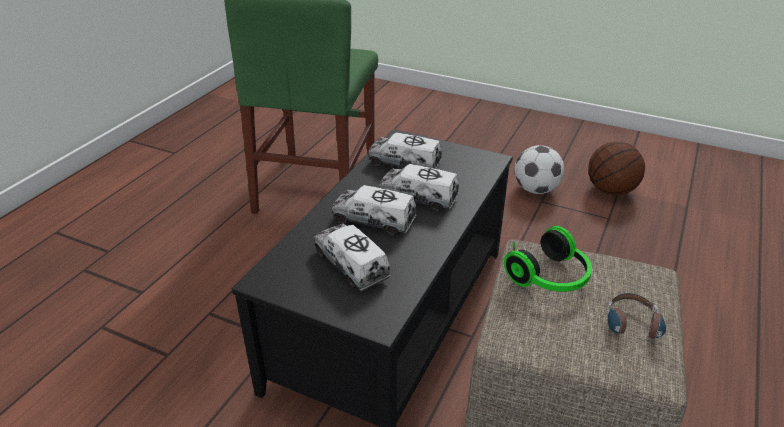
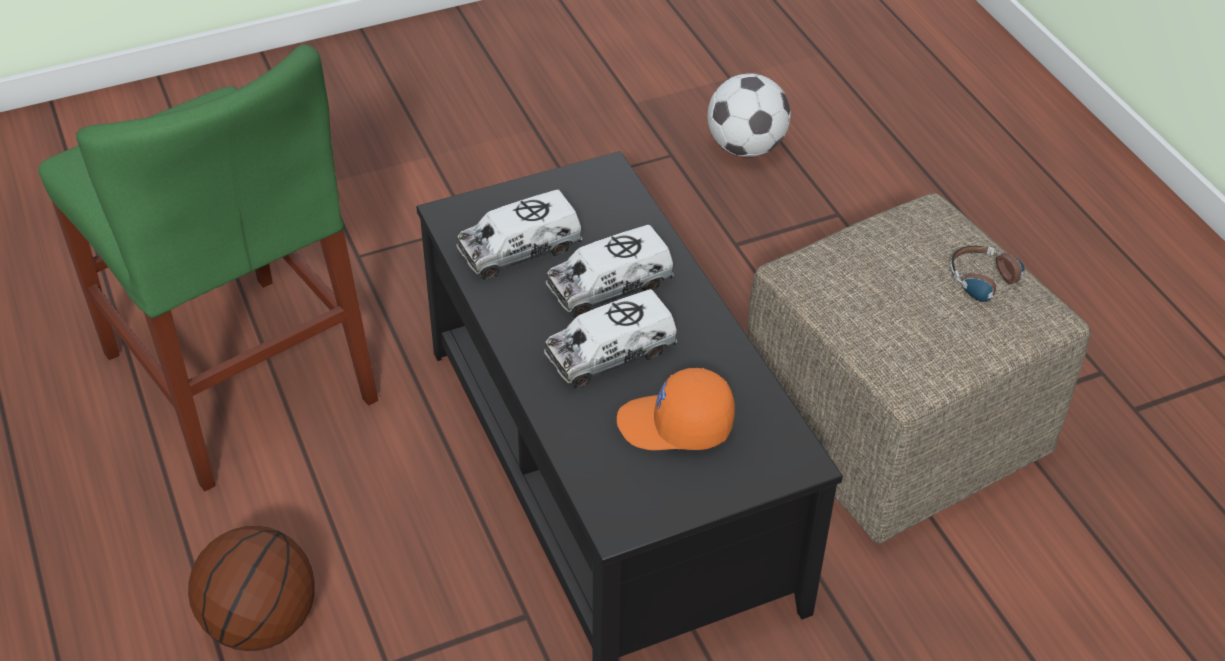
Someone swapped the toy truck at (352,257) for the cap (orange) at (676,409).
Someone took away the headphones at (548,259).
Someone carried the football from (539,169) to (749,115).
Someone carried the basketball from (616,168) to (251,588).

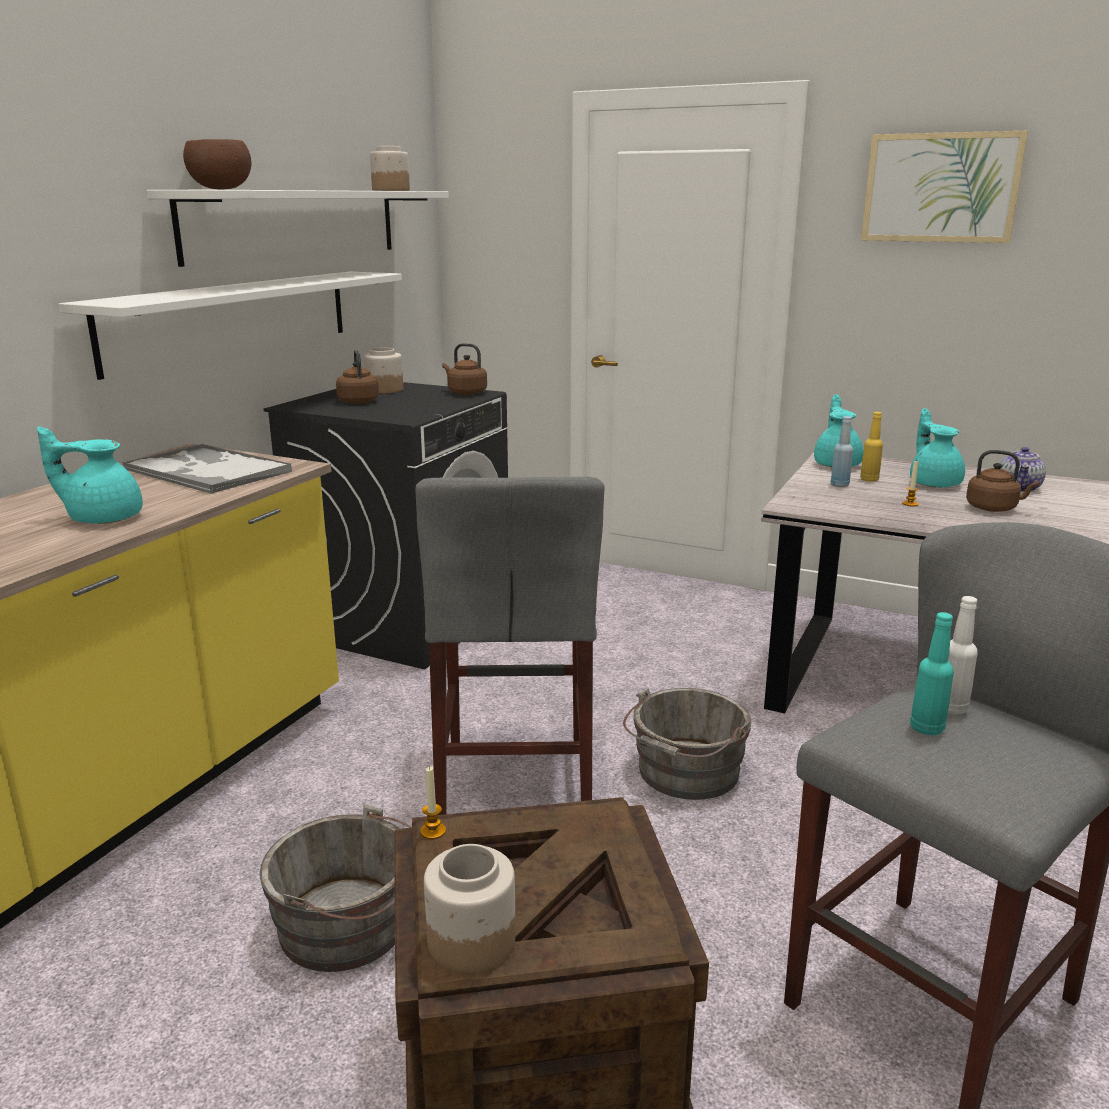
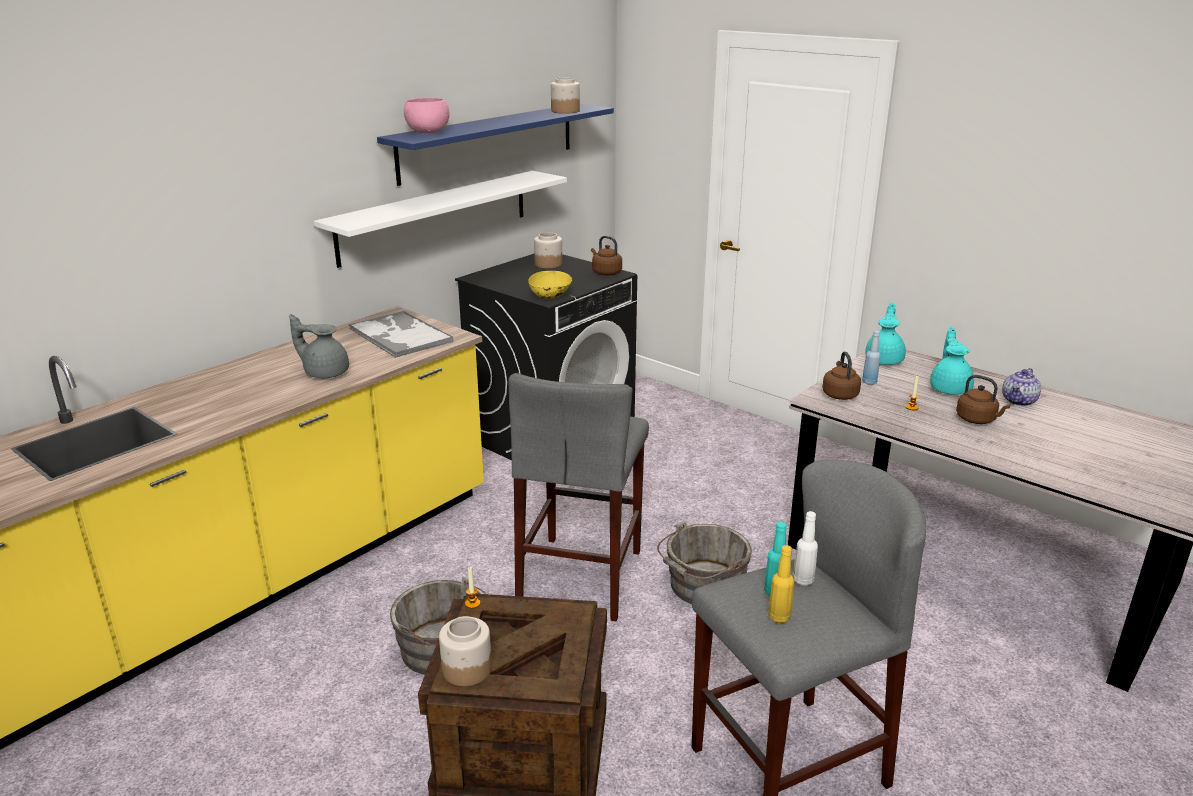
Someone repainted the teapot (turquoise) at (90,475), which became the teapot (grey) at (319,346).
Someone repainted the shelf (white) at (298,228), which became the shelf (blue) at (495,145).
Someone repainted the bowl (brown) at (217,164), which became the bowl (pink) at (427,115).
Someone carried the kettle (brown) from (357,377) to (842,375).
Someone carried the bottle (yellow) from (871,447) to (781,584).
Someone took away the picture at (944,187).
Someone put down the bowl (yellow) at (550,284).

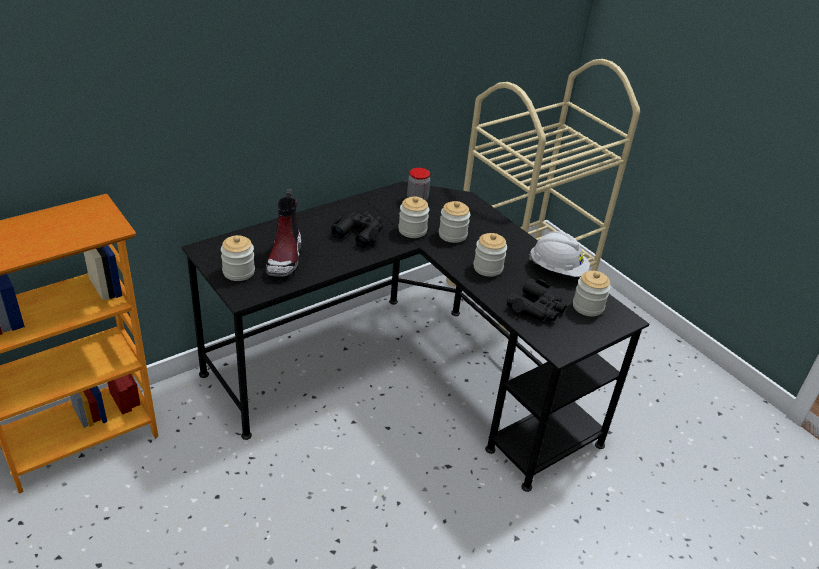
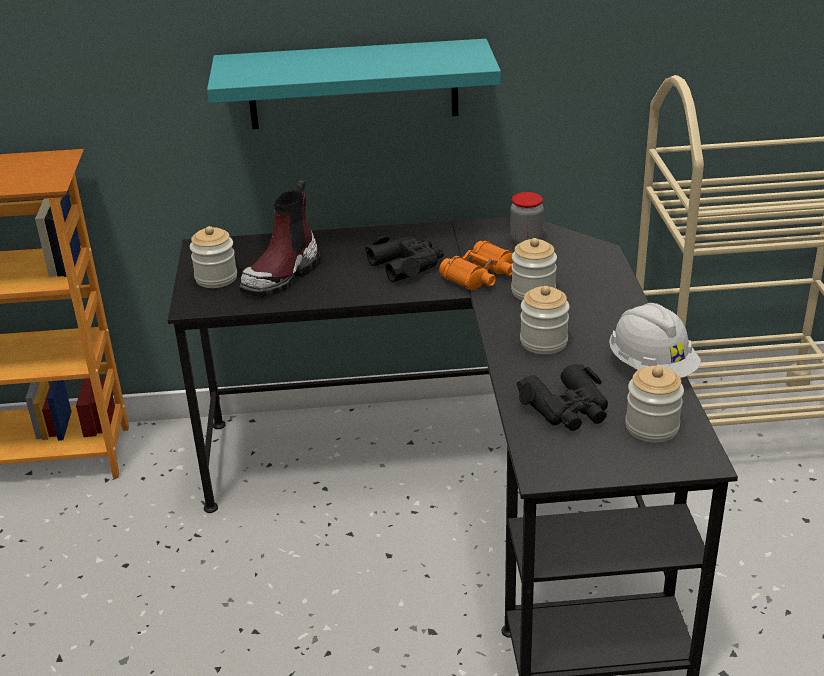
Someone swapped the jar at (413,217) for the binoculars (orange) at (476,265).
Someone put up the shelf (turquoise) at (354,84).

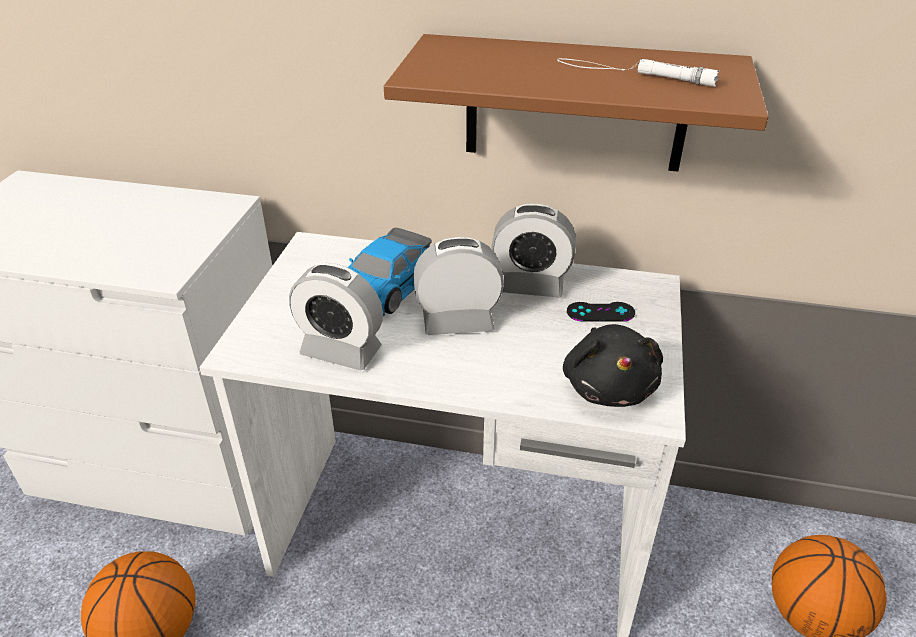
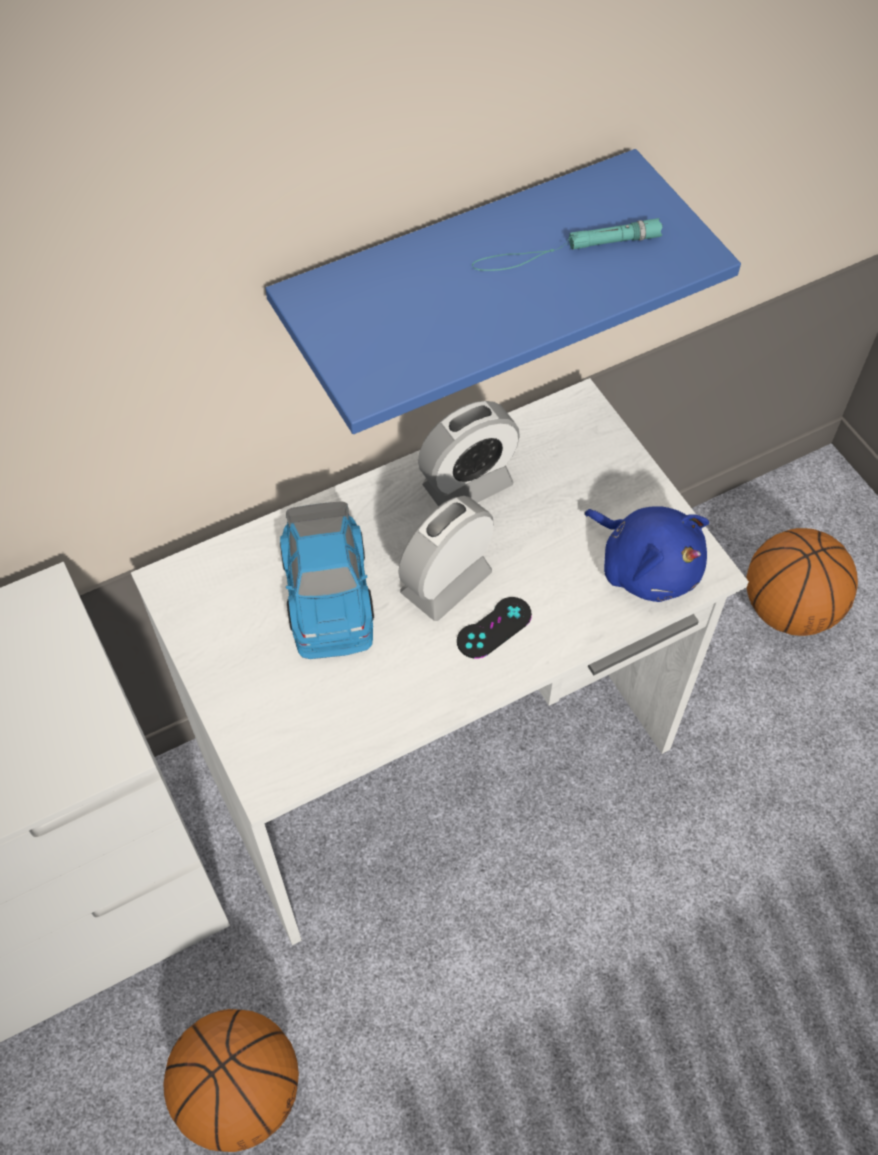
Someone took away the alarm clock at (336,316).
Someone repainted the shelf (brown) at (576,103), which became the shelf (blue) at (503,291).
Someone repainted the flashlight (white) at (638,72), which became the flashlight (turquoise) at (567,244).
Someone repainted the plush toy (black) at (613,365), which became the plush toy (blue) at (646,554).
Someone carried the game controller (black) from (601,312) to (494,628).

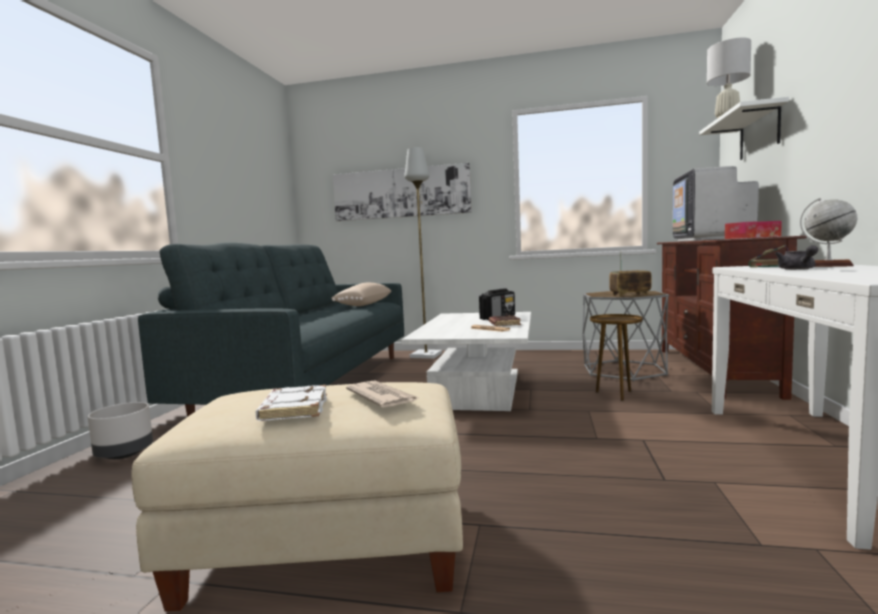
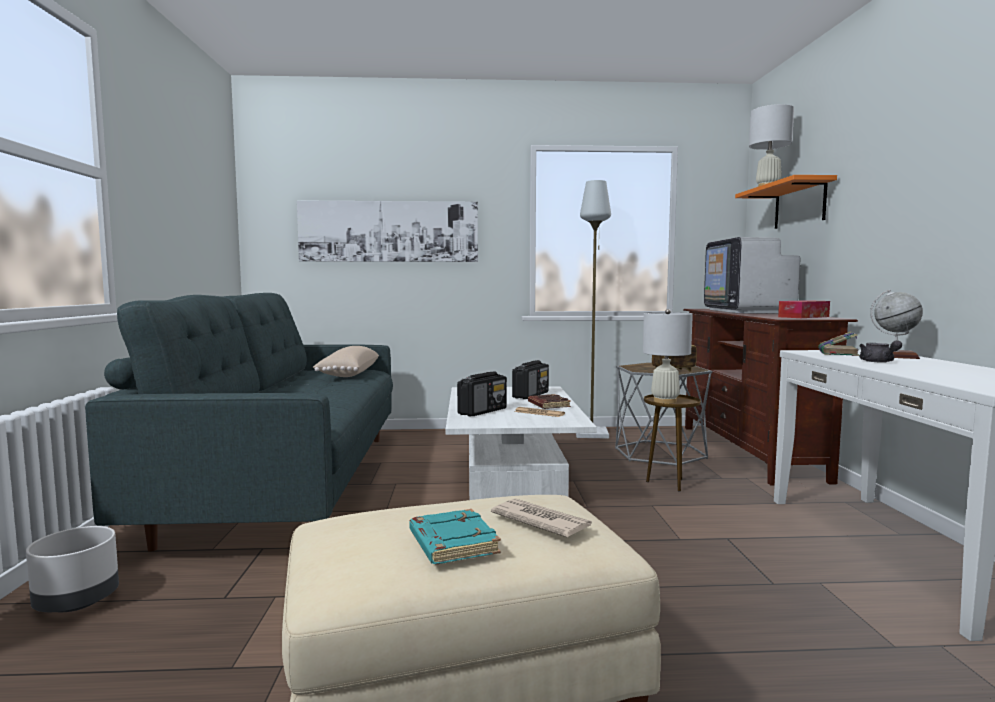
Someone repainted the book (white) at (291,403), which became the book (turquoise) at (455,536).
Someone carried the floor lamp (grey) from (423,253) to (593,309).
Someone repainted the shelf (white) at (744,128), which became the shelf (orange) at (786,202).
Someone put down the radio at (482,394).
Someone put down the table lamp (white) at (668,356).

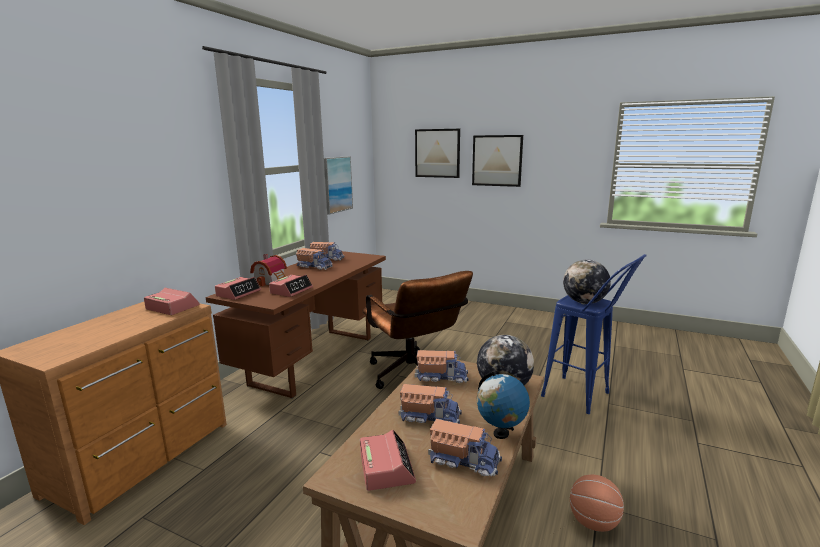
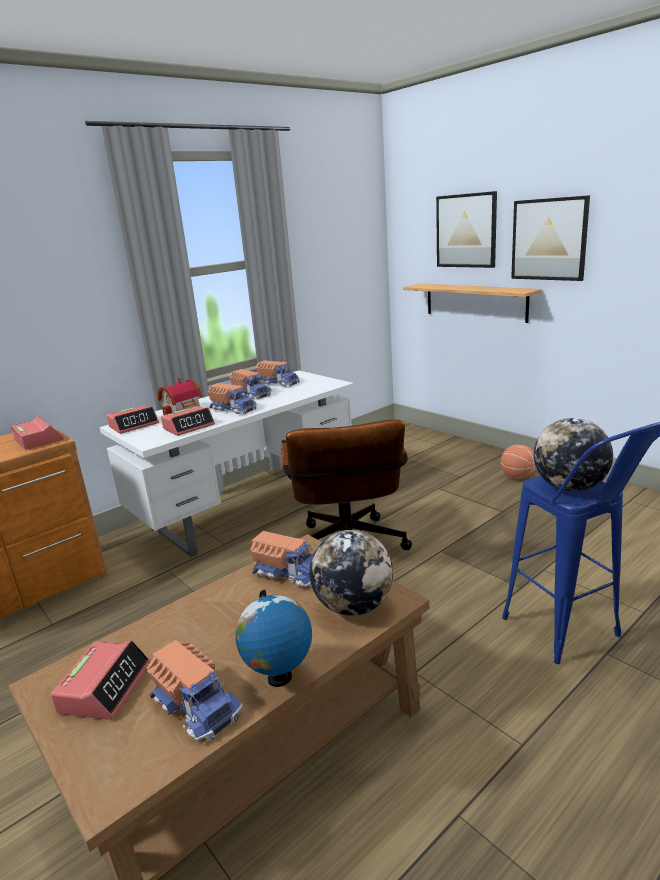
Someone repainted the desk (brown) at (296,325), which became the desk (white) at (226,463).
Someone took away the picture at (338,185).
Someone carried the toy truck from (430,404) to (232,399).
Someone carried the basketball from (597,503) to (518,462).
Someone put up the shelf at (472,303).

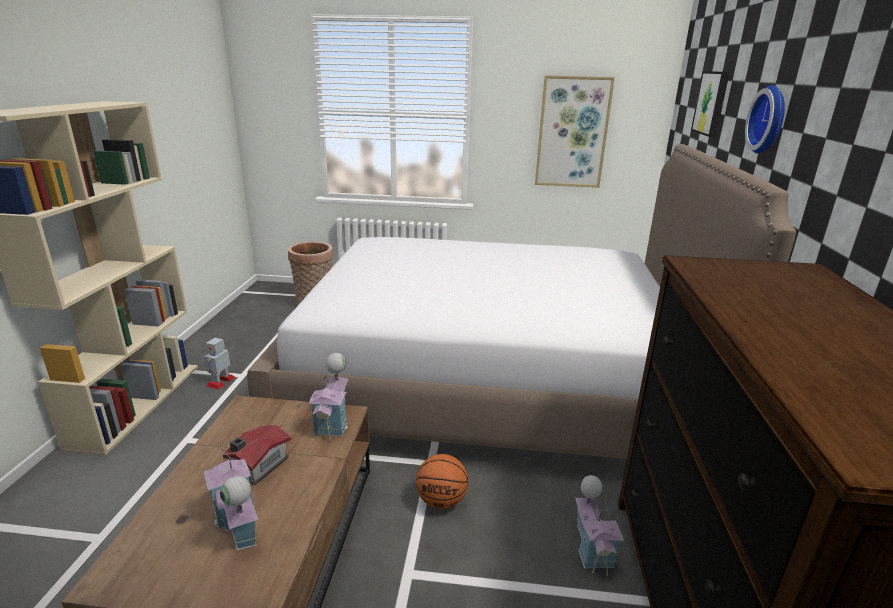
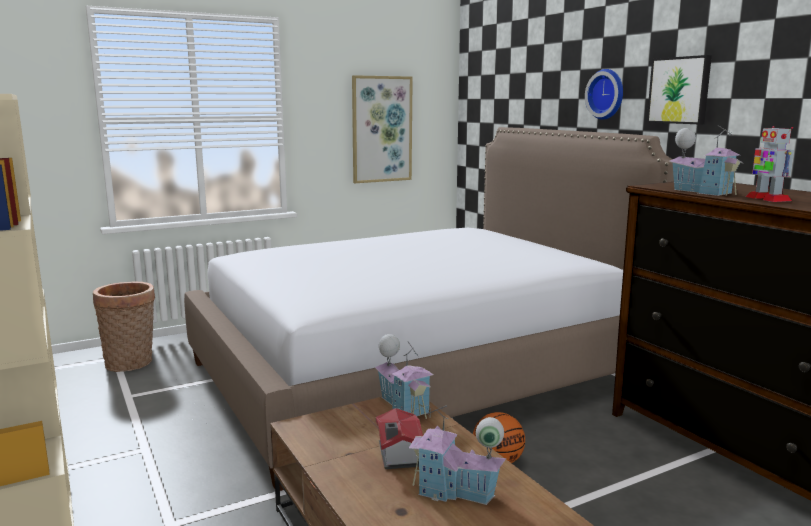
Someone carried the toy robot from (219,363) to (770,164).
Someone carried the toy house from (599,525) to (707,160).
Someone carried the picture from (710,104) to (679,89).

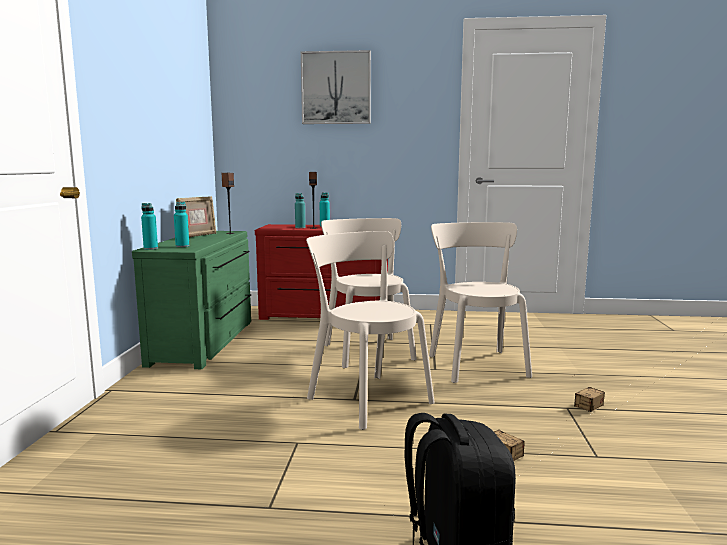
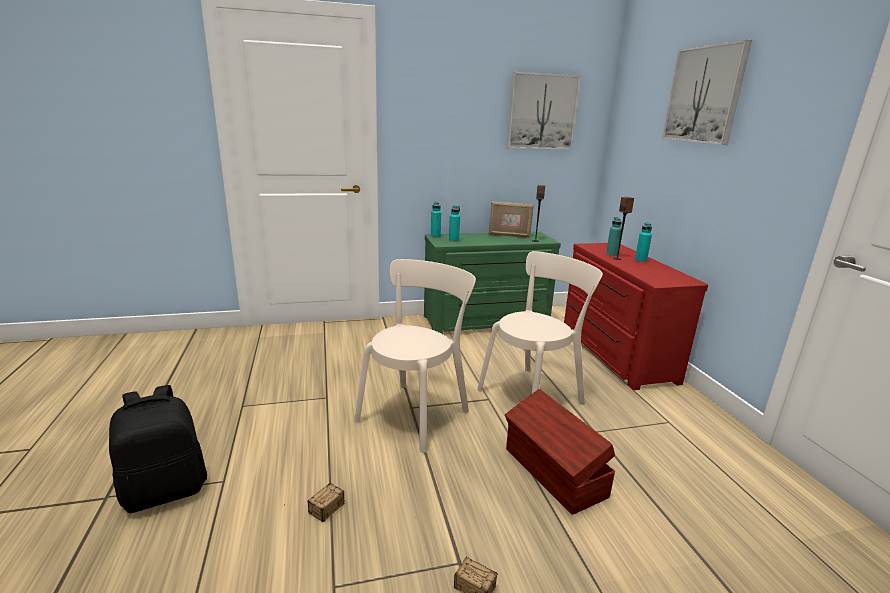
Someone swapped the chair (beige) at (480,302) for the storage box (brown) at (560,452).
Someone put up the picture at (544,111).

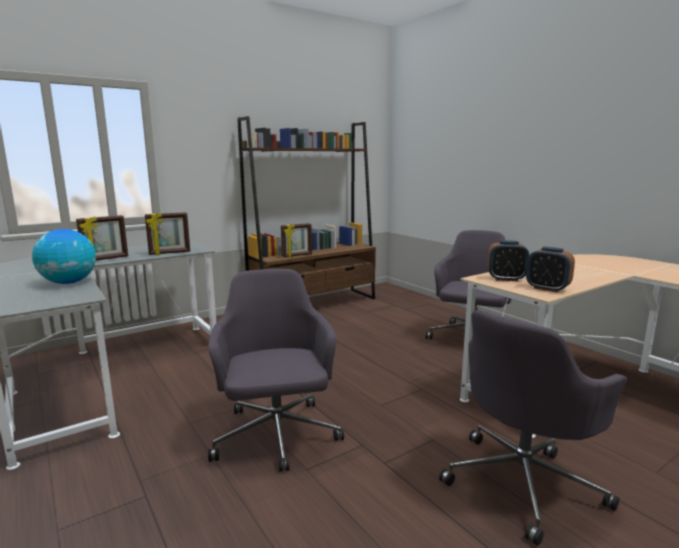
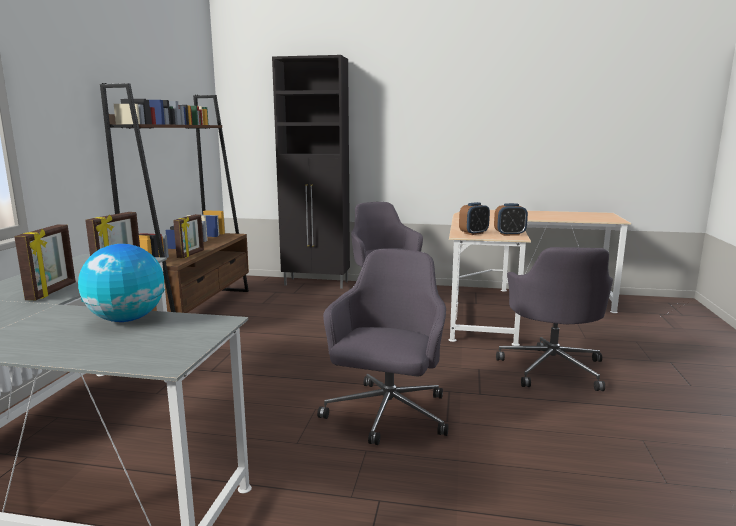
Someone rotated the office chair (grey) at (276,370) by 75 degrees clockwise.
Someone put down the cabinet (black) at (311,172).

